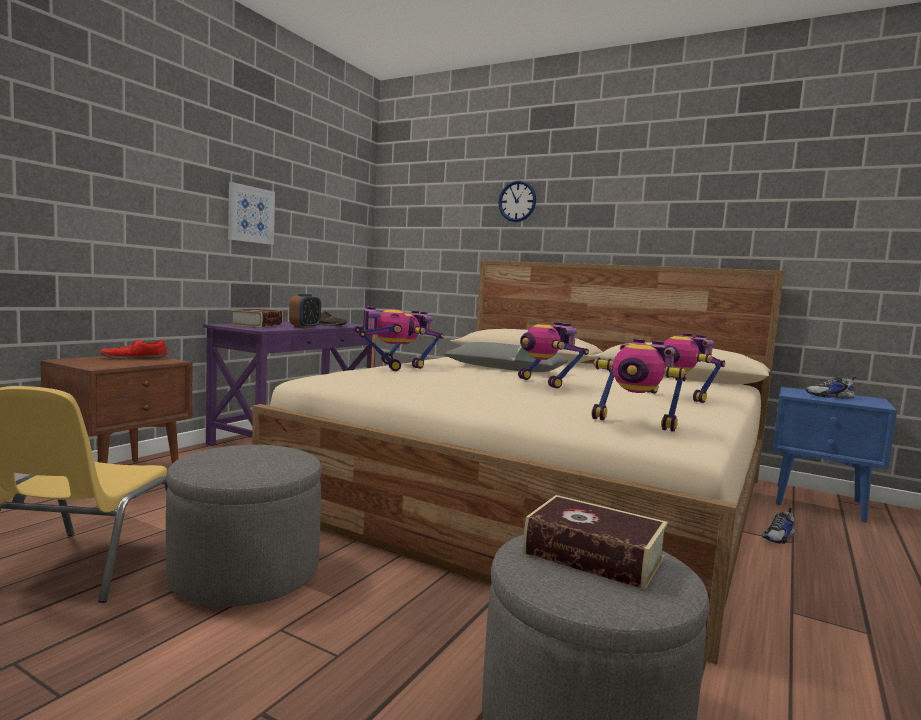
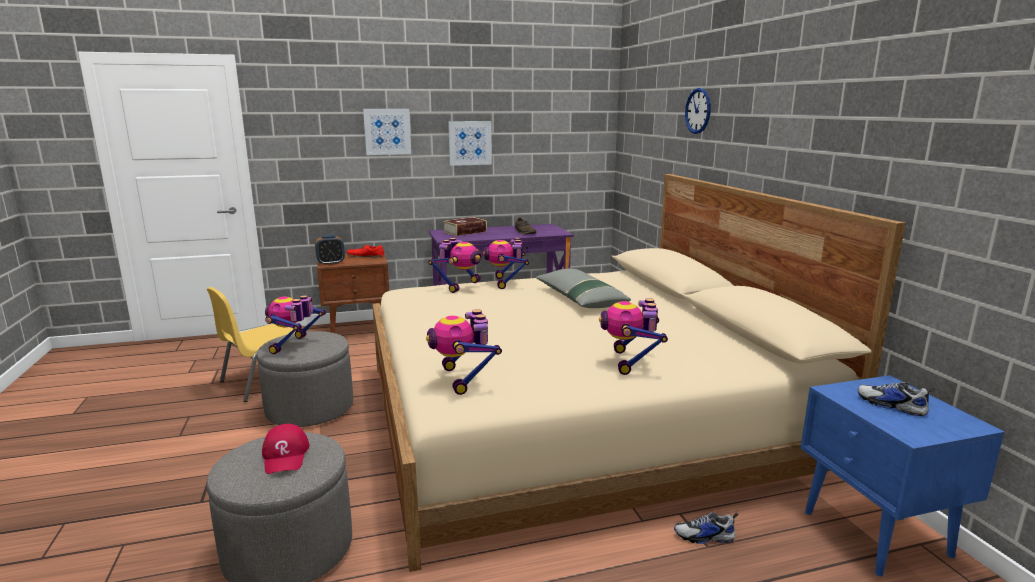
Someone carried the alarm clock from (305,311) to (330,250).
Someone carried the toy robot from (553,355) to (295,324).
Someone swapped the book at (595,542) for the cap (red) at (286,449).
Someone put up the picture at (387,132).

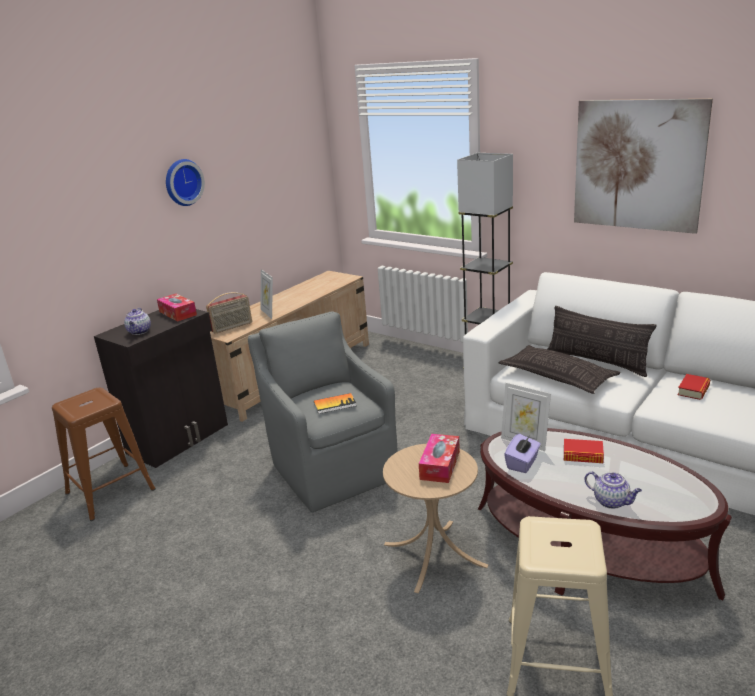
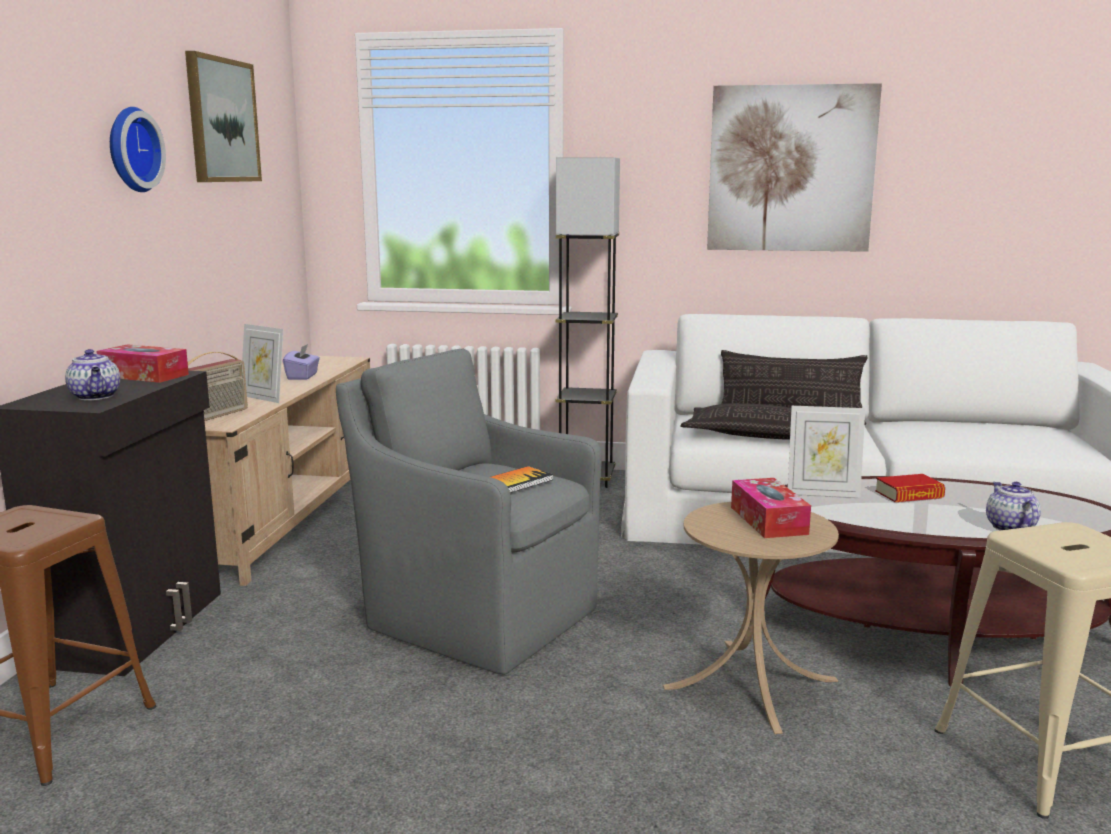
Someone carried the tissue box (purple) from (522,453) to (301,362).
Someone rotated the teapot at (613,490) by 105 degrees counterclockwise.
Someone took away the book at (694,387).
Someone put up the picture at (223,116).

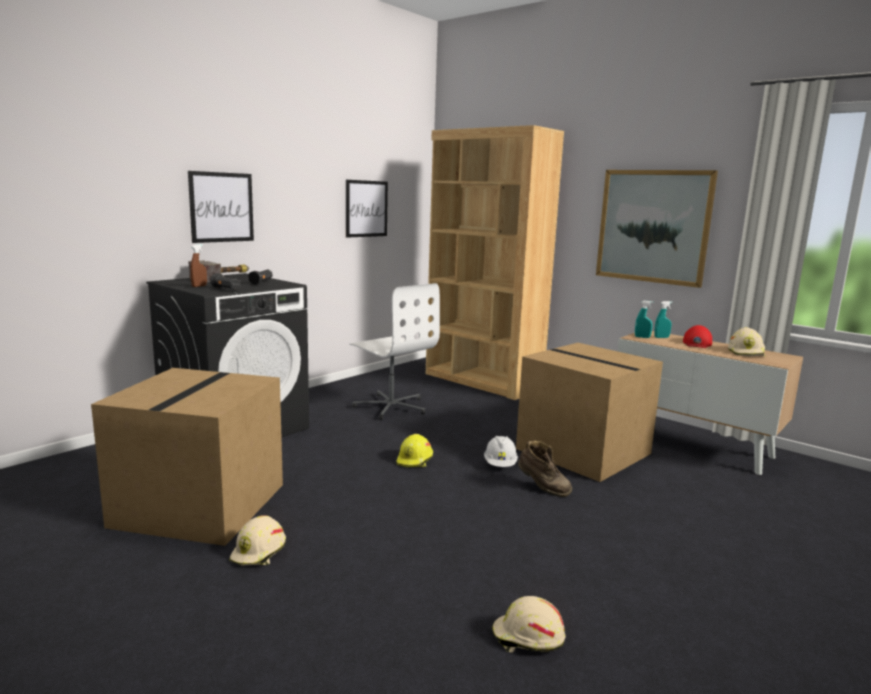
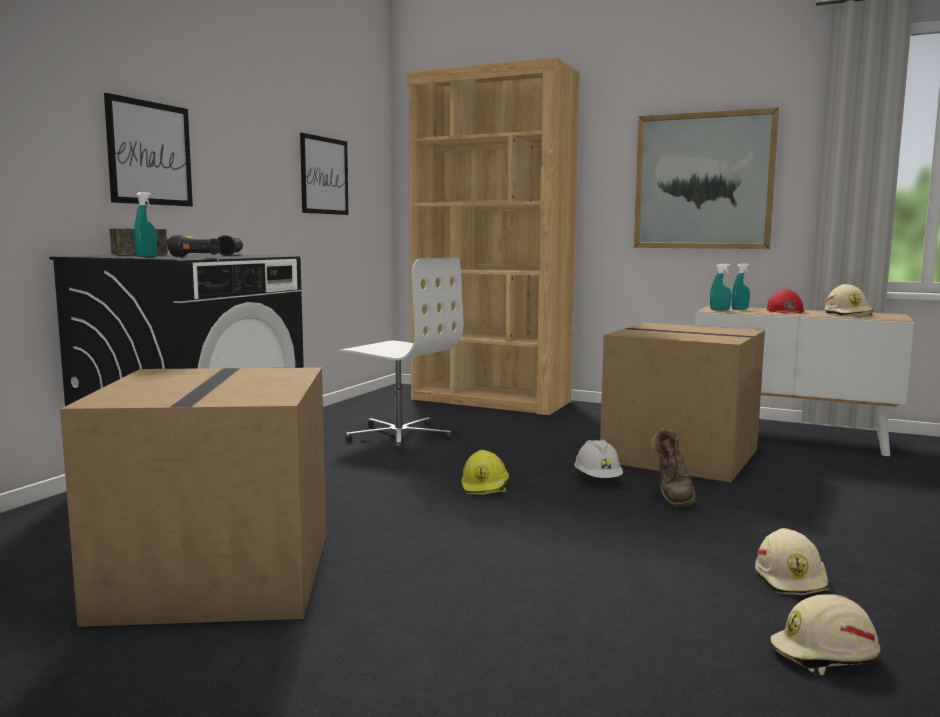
Someone repainted the spray bottle (brown) at (198,265), which became the spray bottle (turquoise) at (145,224).
Someone carried the hard hat (beige) from (257,540) to (792,561).
Someone rotated the boot (brown) at (545,469) by 75 degrees clockwise.

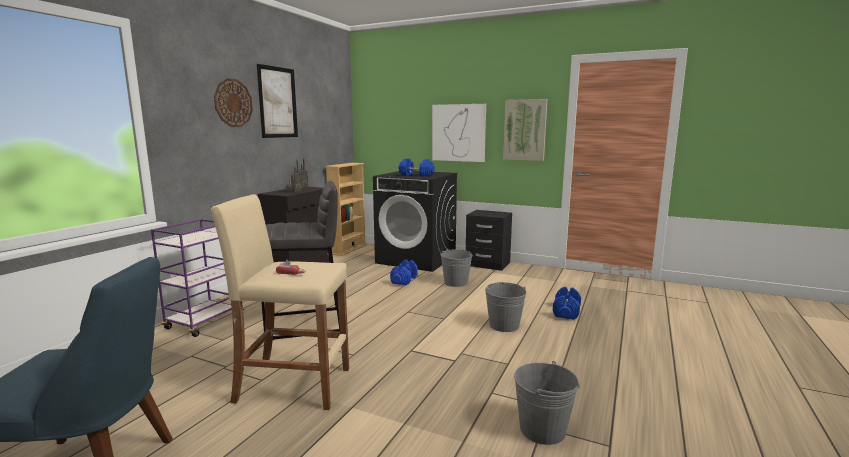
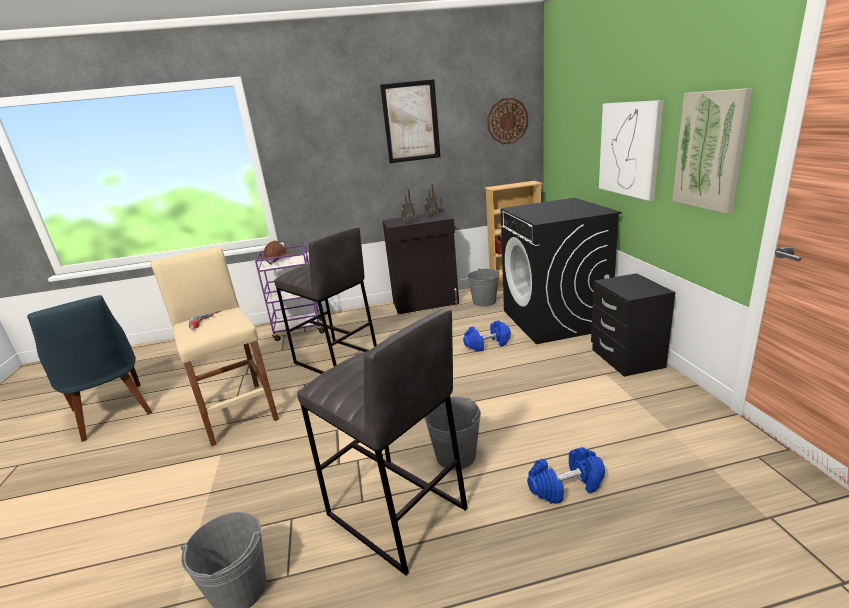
Someone carried the wall clock from (233,102) to (507,121).
Someone took away the dumbbell (blue) at (417,167).
Someone carried the bucket (grey) from (457,268) to (483,287).
Someone put down the hard hat (brown) at (276,253).
Someone put down the stool (grey) at (382,442).

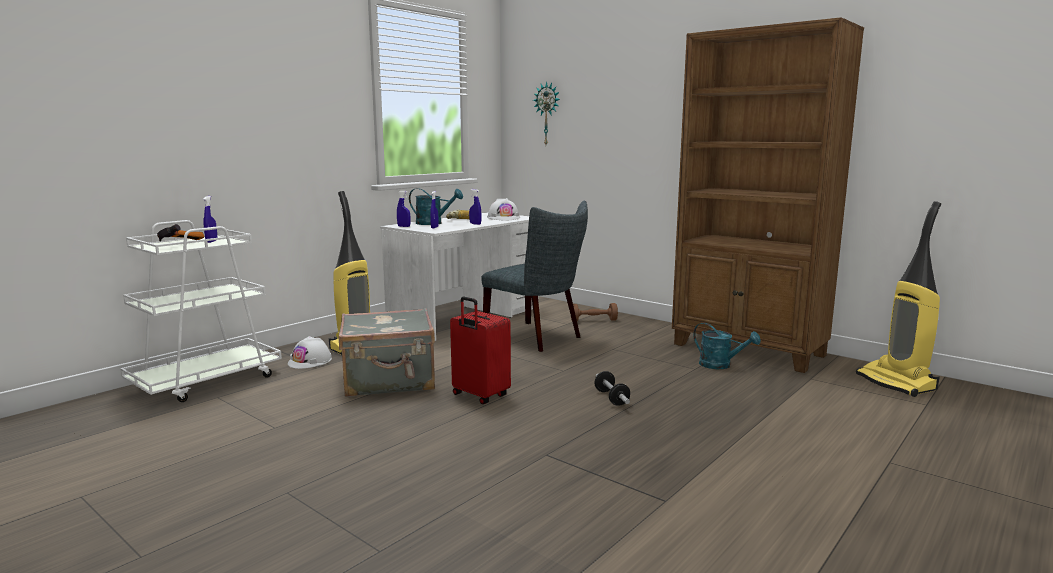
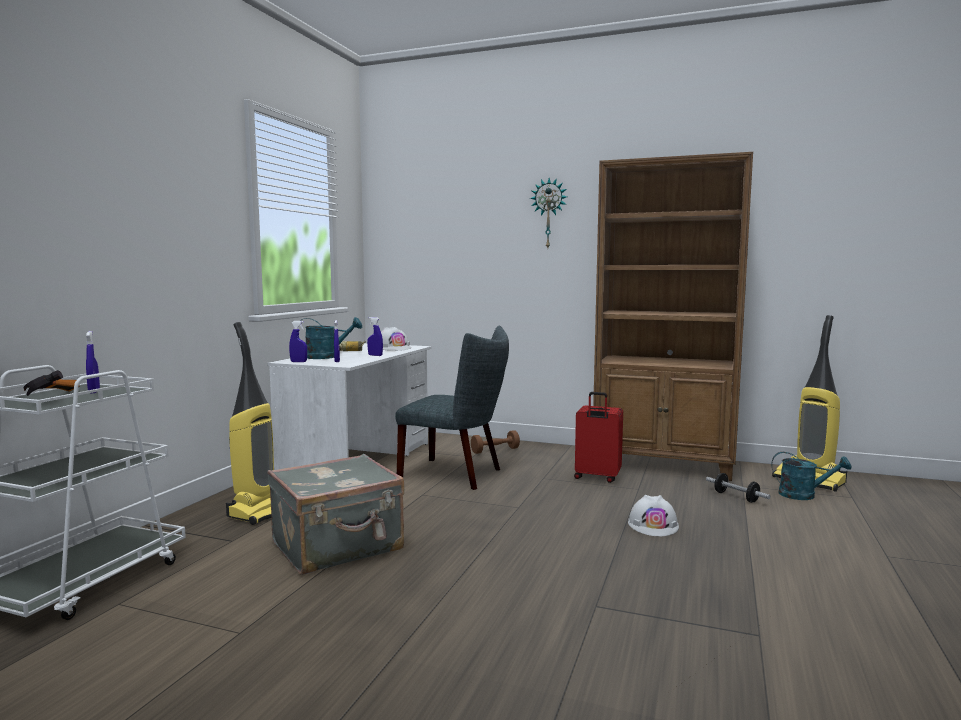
Someone carried the hard hat (white) from (310,352) to (653,515).
Someone carried the suitcase (red) from (480,350) to (598,437).
Someone carried the wall clock from (546,113) to (548,213).
Someone carried the dumbbell from (612,388) to (738,488).
Someone carried the watering can (turquoise) from (727,346) to (811,476).

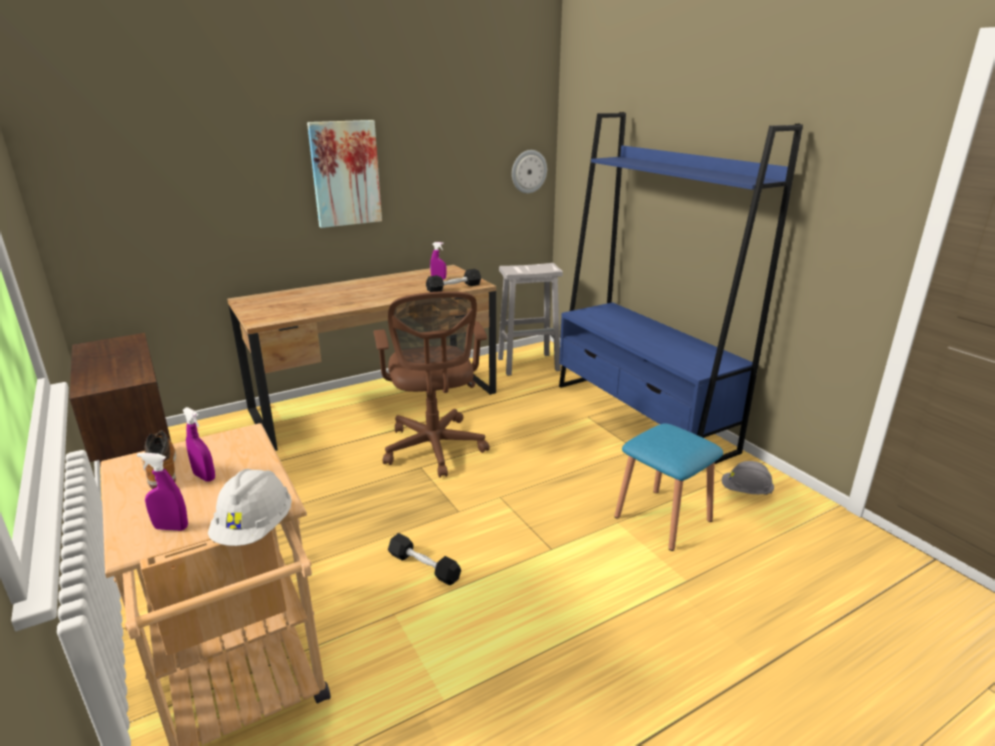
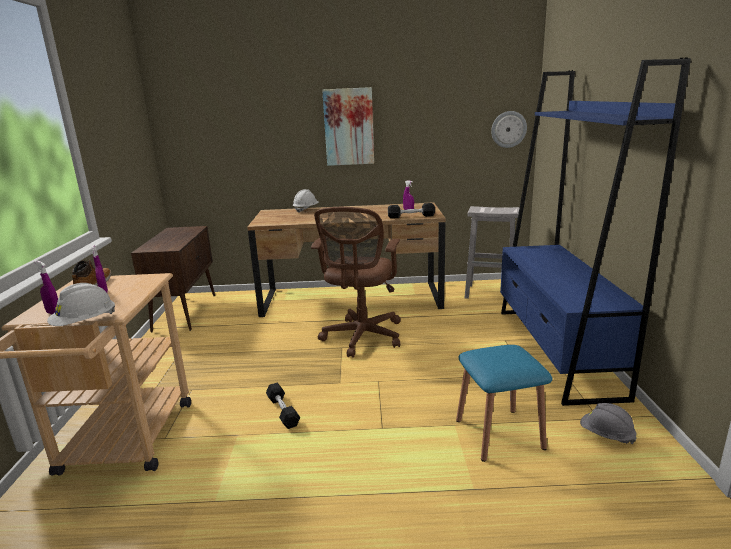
Someone put down the hard hat (white) at (306,201).

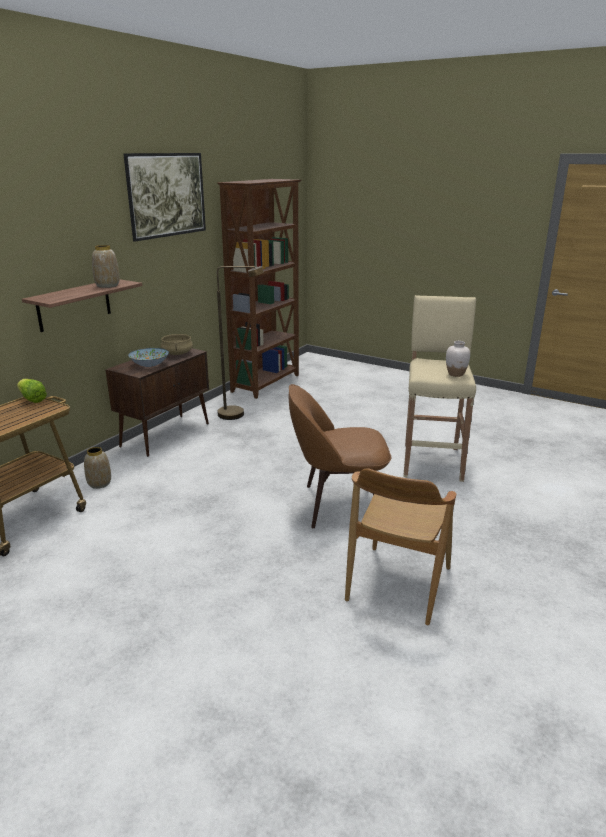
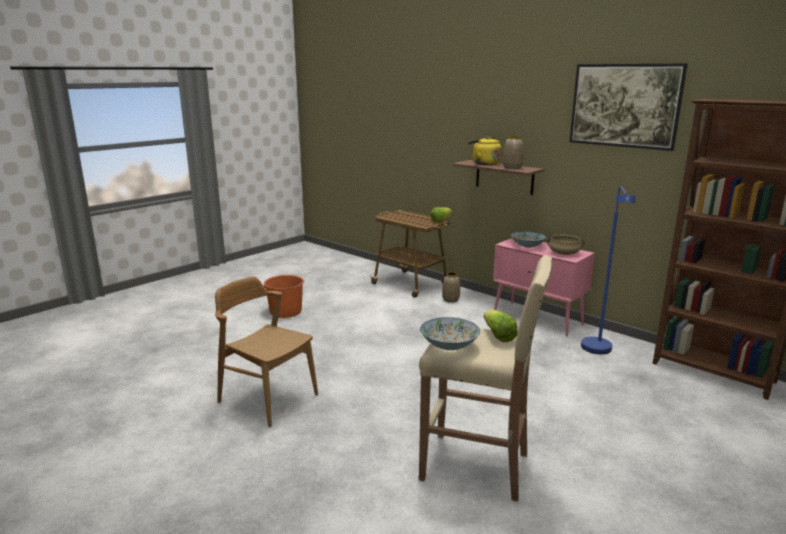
Someone repainted the cabinet (brown) at (157,402), which became the cabinet (pink) at (544,287).
Someone repainted the floor lamp (brown) at (240,343), which became the floor lamp (blue) at (608,270).
Someone took away the chair (brown) at (340,456).
Someone swapped the vase (white) at (458,359) for the bowl at (450,333).
Someone put down the bucket (orange) at (284,296).
Someone put down the kettle (yellow) at (484,151).
Someone put down the lettuce at (501,325).

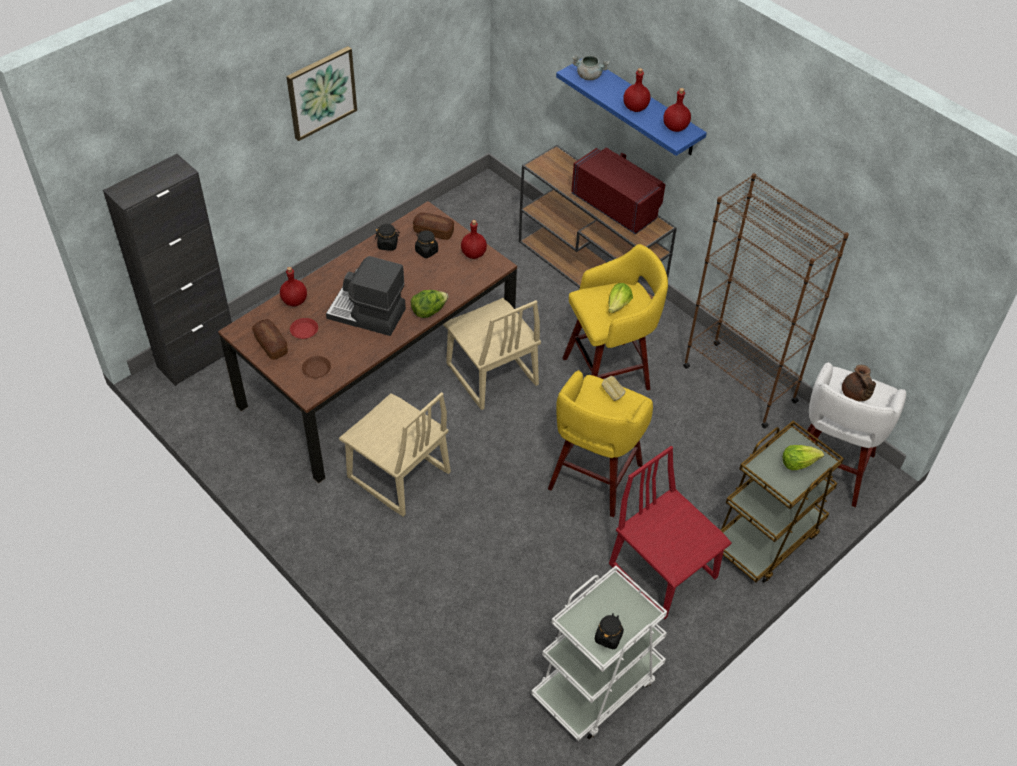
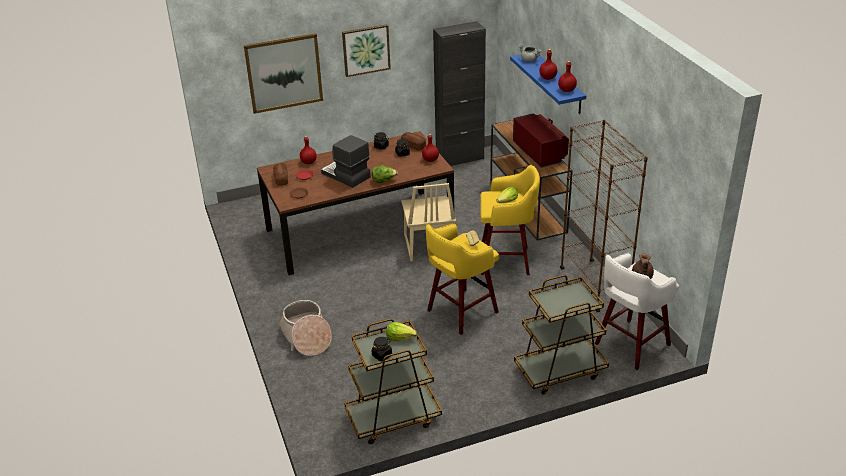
Someone carried the cabinet (black) from (167,270) to (459,93).
Someone took away the chair (beige) at (395,454).
Someone repainted the cart (white) at (599,653), which became the cart (brown) at (393,381).
Someone took away the chair (red) at (670,532).
Someone carried the lettuce from (803,457) to (401,331).
Someone put up the picture at (283,73).
Someone put down the basket at (305,328).

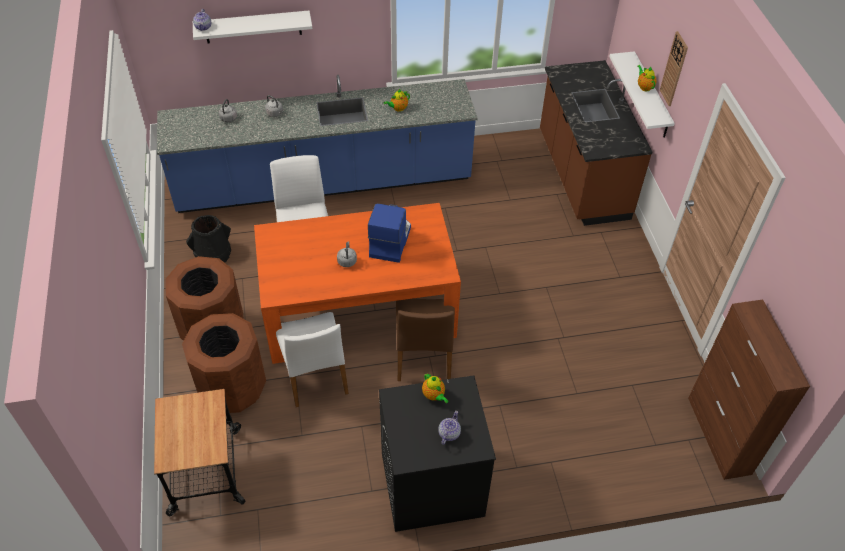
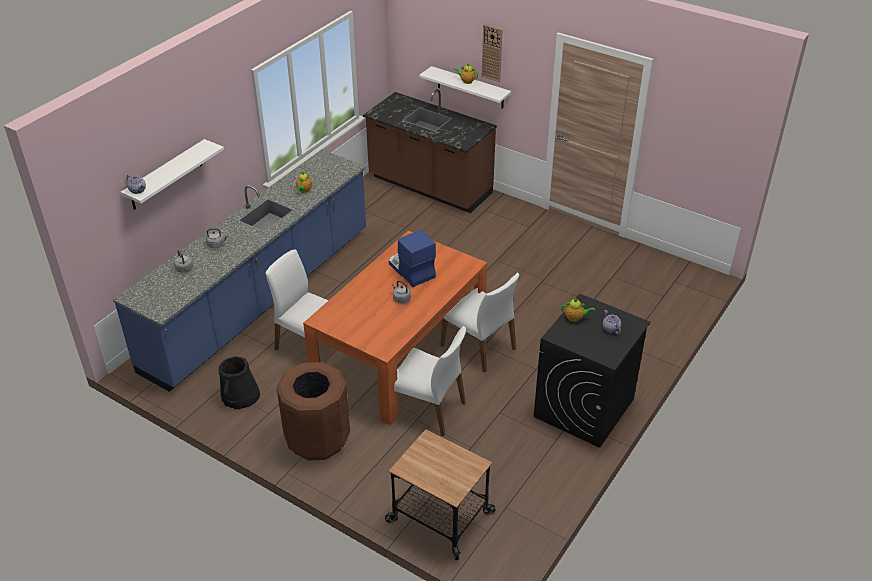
Someone took away the trash can (brown) at (224,363).
Someone repainted the chair (brown) at (425,339), which became the chair (white) at (479,323).
Someone took away the cabinet (brown) at (749,389).

